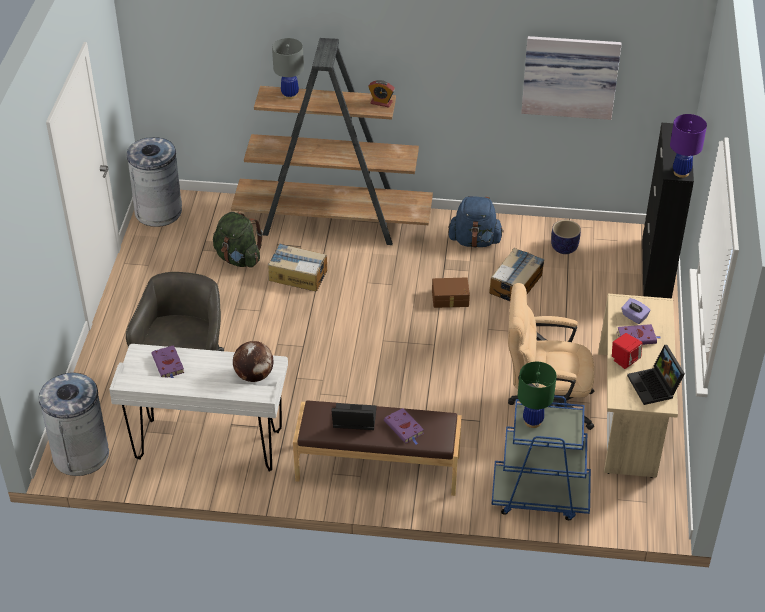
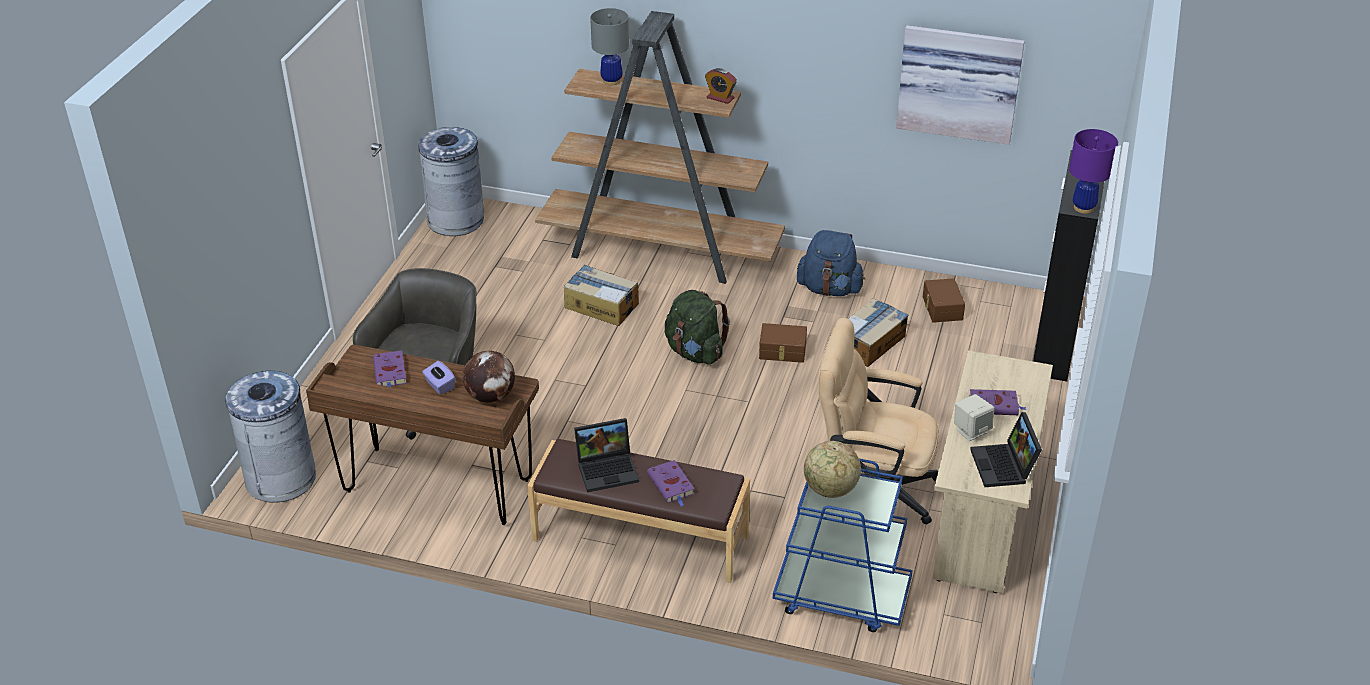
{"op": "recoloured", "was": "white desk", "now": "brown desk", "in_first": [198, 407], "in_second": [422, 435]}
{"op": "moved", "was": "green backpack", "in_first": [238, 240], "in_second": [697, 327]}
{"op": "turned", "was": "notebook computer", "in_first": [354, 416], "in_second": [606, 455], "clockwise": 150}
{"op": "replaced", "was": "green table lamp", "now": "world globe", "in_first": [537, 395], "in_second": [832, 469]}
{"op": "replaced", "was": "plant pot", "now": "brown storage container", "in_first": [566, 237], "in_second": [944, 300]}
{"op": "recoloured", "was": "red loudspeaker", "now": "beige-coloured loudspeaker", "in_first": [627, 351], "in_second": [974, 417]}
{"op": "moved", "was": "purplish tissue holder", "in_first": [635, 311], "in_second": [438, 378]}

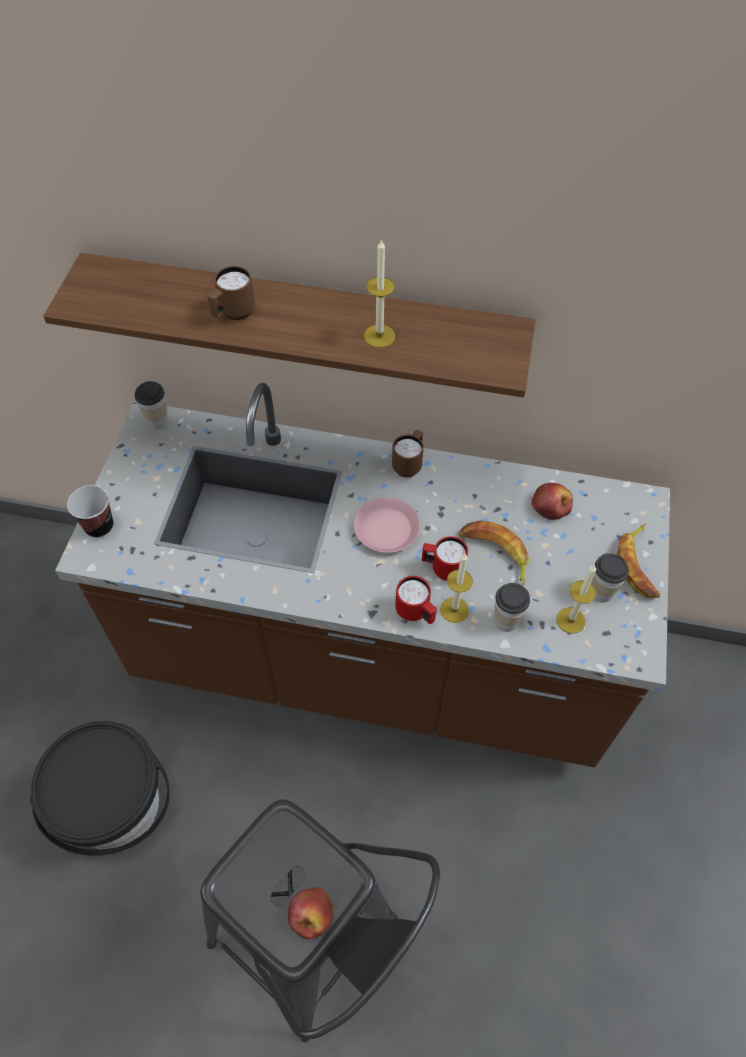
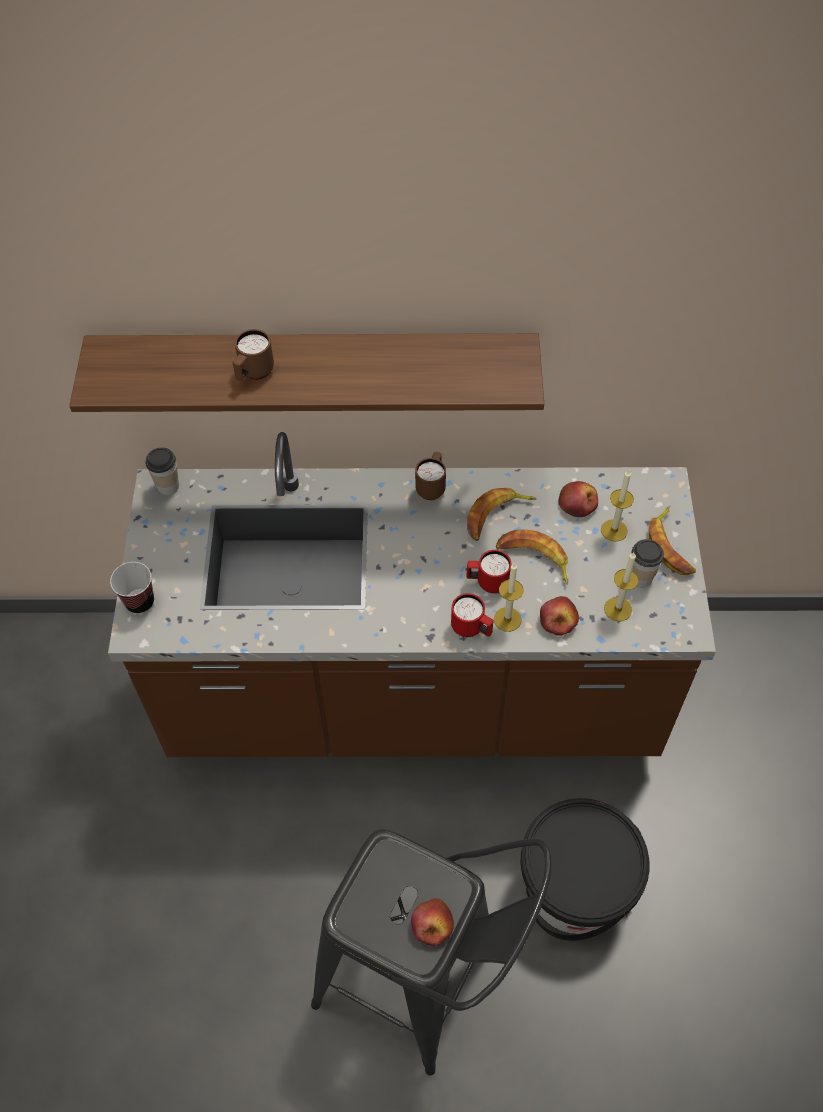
{"op": "moved", "was": "blackish water bucket", "in_first": [100, 788], "in_second": [585, 869]}
{"op": "removed", "was": "pink dinner plate", "in_first": [387, 525]}
{"op": "moved", "was": "wax light", "in_first": [379, 293], "in_second": [617, 506]}
{"op": "replaced", "was": "small cup", "now": "whole apple", "in_first": [512, 607], "in_second": [559, 616]}
{"op": "added", "now": "banana", "in_second": [501, 514]}

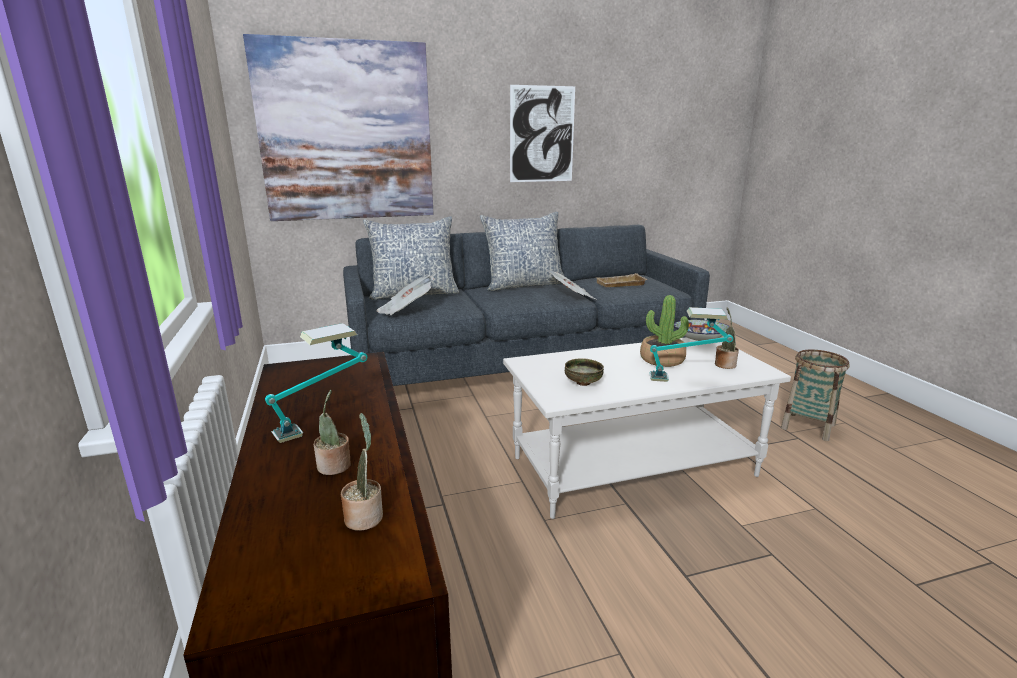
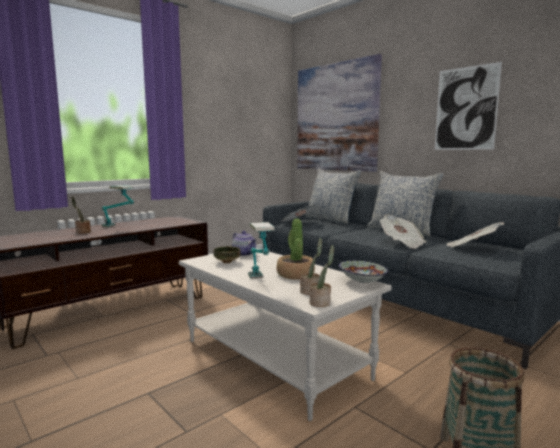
{"op": "moved", "was": "potted plant", "in_first": [362, 471], "in_second": [321, 276]}
{"op": "replaced", "was": "beige-coloured carrying tray", "now": "daily paper", "in_first": [621, 280], "in_second": [475, 235]}
{"op": "added", "now": "teapot", "in_second": [244, 243]}

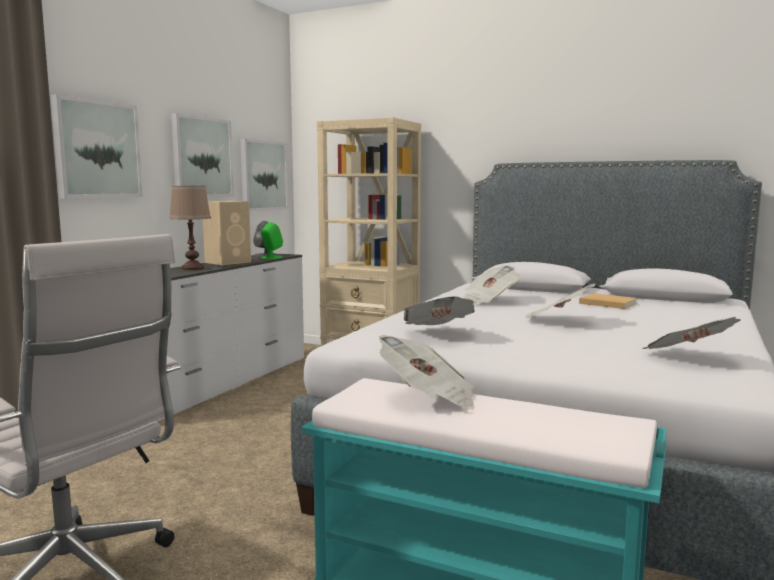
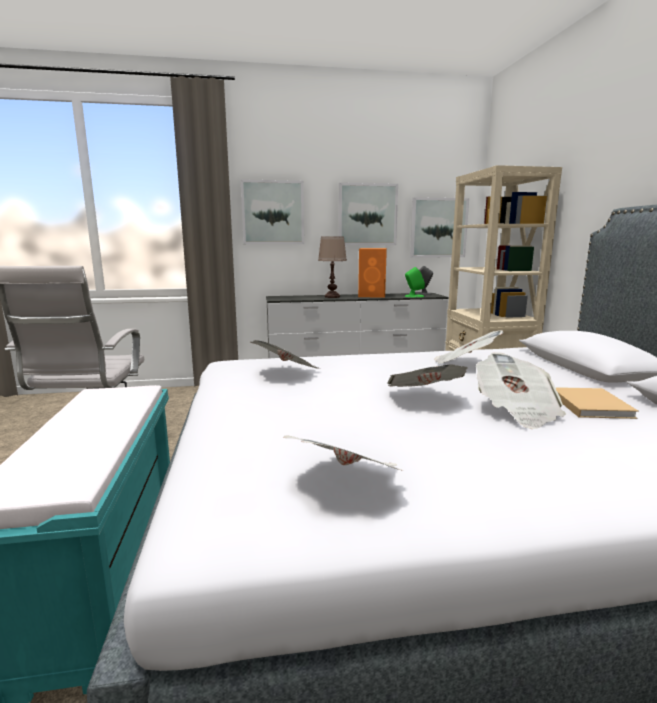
{"op": "recoloured", "was": "beige-coloured loudspeaker", "now": "orangey loudspeaker", "in_first": [227, 233], "in_second": [372, 273]}
{"op": "moved", "was": "daily paper", "in_first": [426, 372], "in_second": [521, 390]}

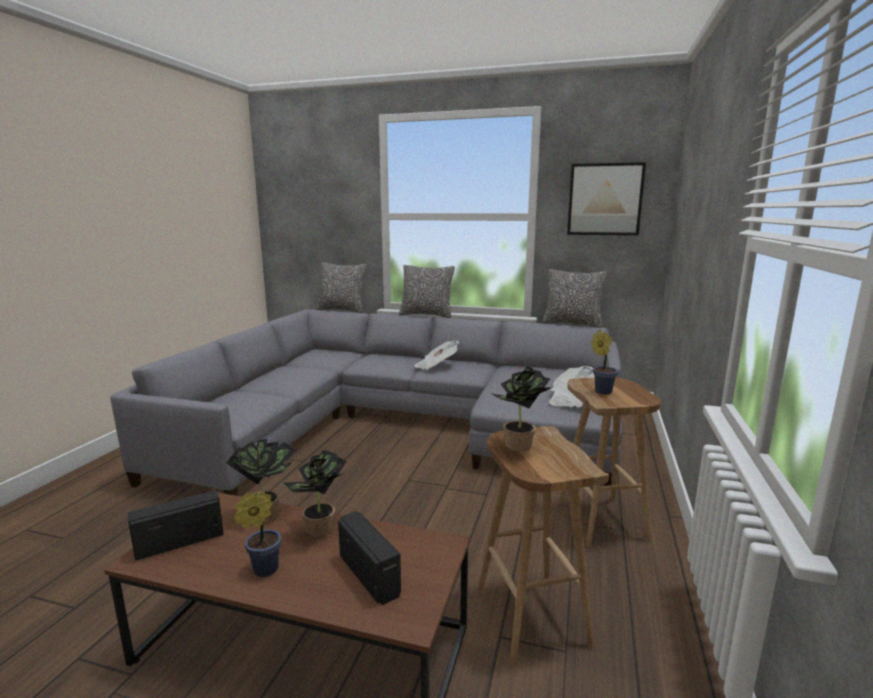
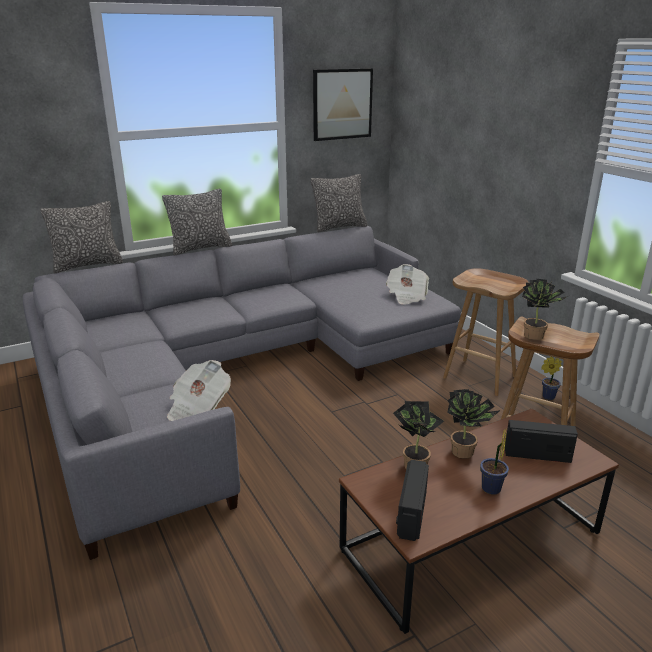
{"op": "moved", "was": "daily paper", "in_first": [437, 355], "in_second": [199, 390]}
{"op": "moved", "was": "potted plant", "in_first": [604, 362], "in_second": [551, 378]}

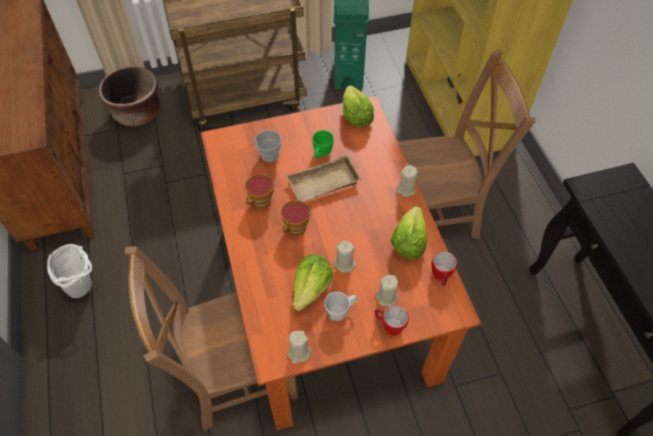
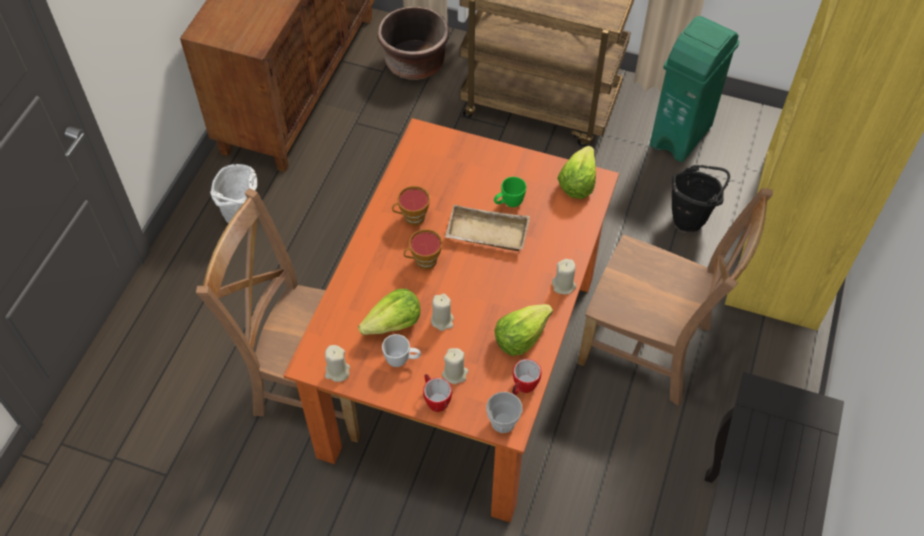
{"op": "moved", "was": "small cup", "in_first": [268, 146], "in_second": [504, 412]}
{"op": "added", "now": "blackish water bucket", "in_second": [701, 198]}

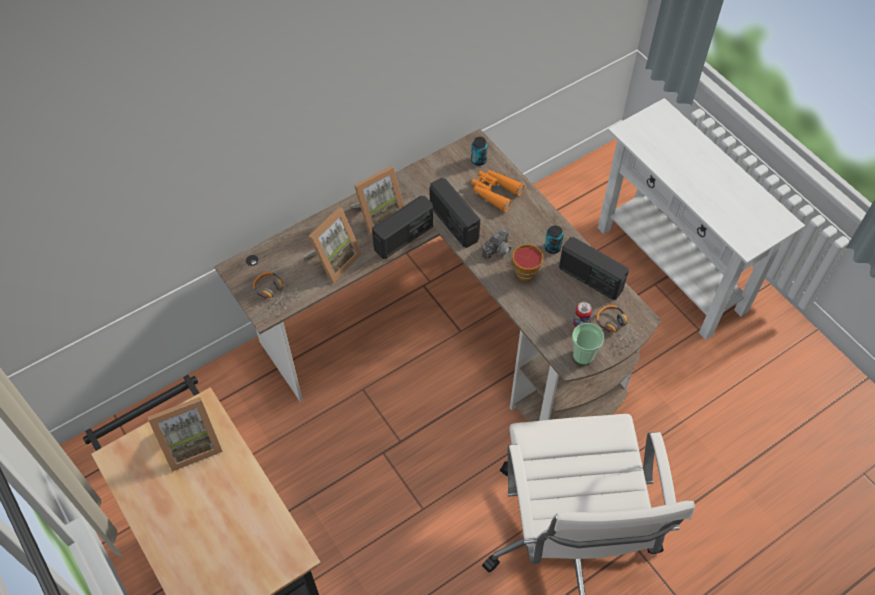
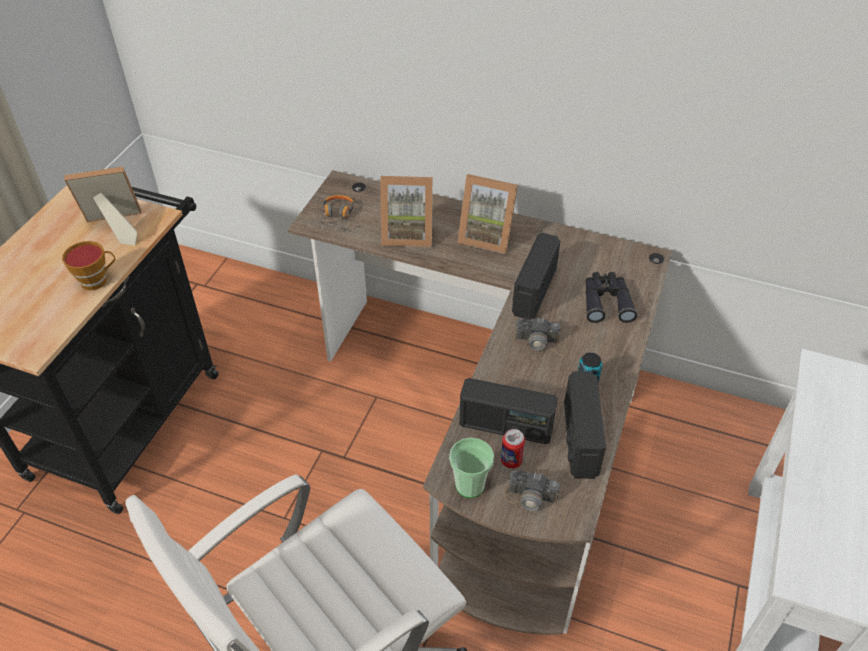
{"op": "turned", "was": "standing frame", "in_first": [185, 434], "in_second": [103, 205], "clockwise": 135}
{"op": "moved", "was": "radio set", "in_first": [402, 227], "in_second": [508, 411]}
{"op": "removed", "was": "metal can", "in_first": [479, 152]}
{"op": "recoloured", "was": "orangey field glasses", "now": "blackish field glasses", "in_first": [498, 191], "in_second": [611, 297]}
{"op": "moved", "was": "small cup", "in_first": [528, 263], "in_second": [88, 266]}
{"op": "replaced", "was": "headset", "now": "photo camera", "in_first": [620, 328], "in_second": [535, 495]}

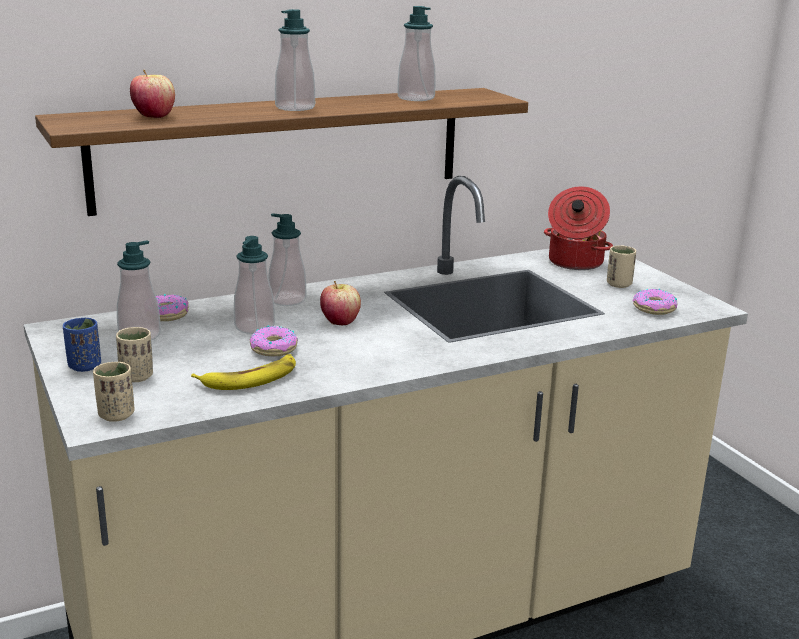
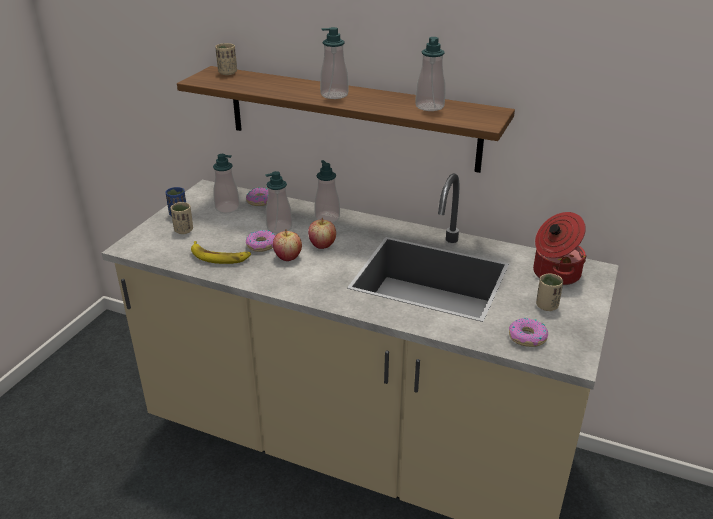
{"op": "moved", "was": "beige-coloured small cup", "in_first": [114, 392], "in_second": [226, 59]}
{"op": "moved", "was": "whole apple", "in_first": [152, 94], "in_second": [287, 245]}

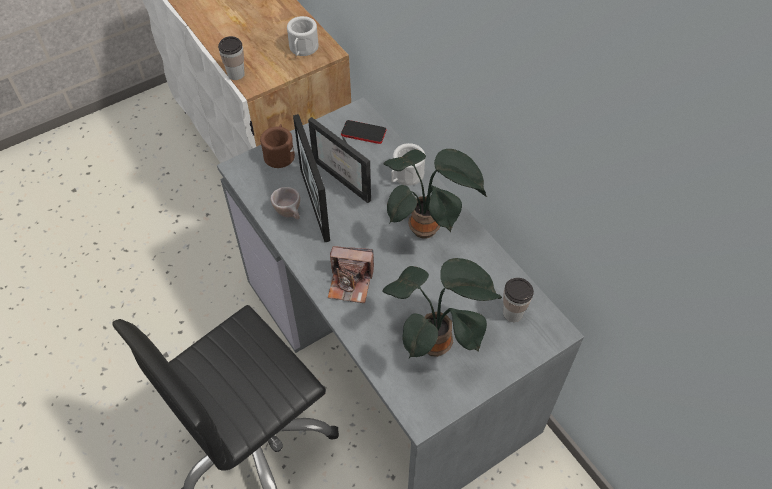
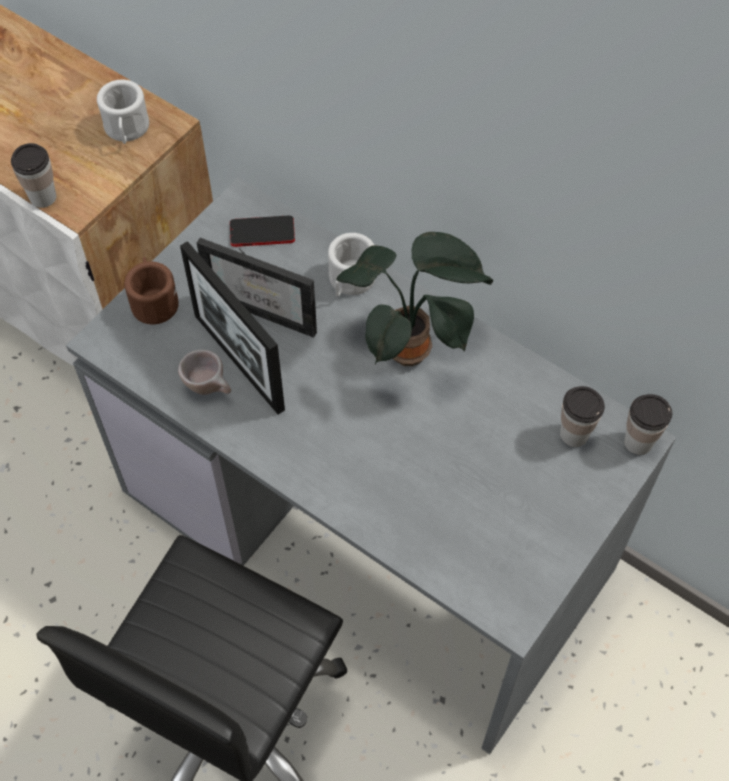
{"op": "removed", "was": "photo camera", "in_first": [351, 274]}
{"op": "removed", "was": "potted plant", "in_first": [442, 308]}
{"op": "added", "now": "small cup", "in_second": [648, 424]}

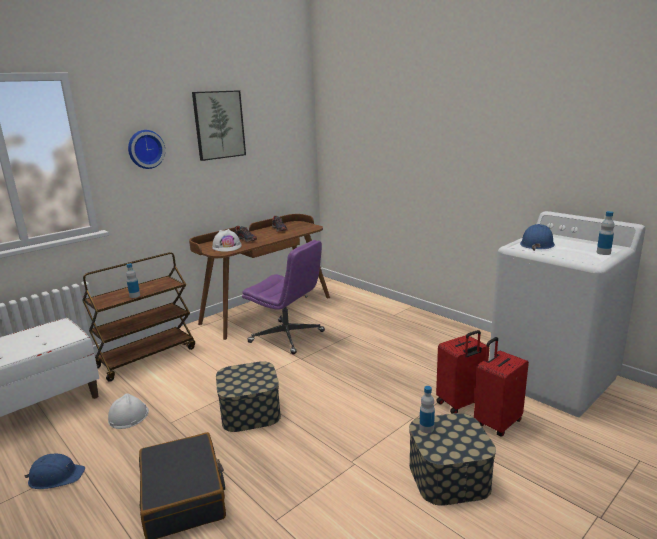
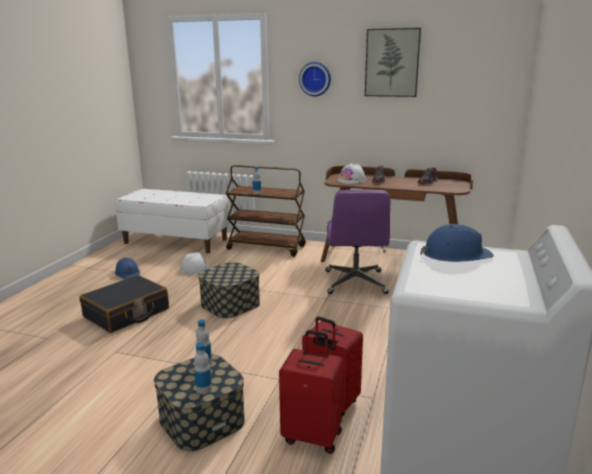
{"op": "moved", "was": "beverage bottle", "in_first": [605, 233], "in_second": [203, 368]}

